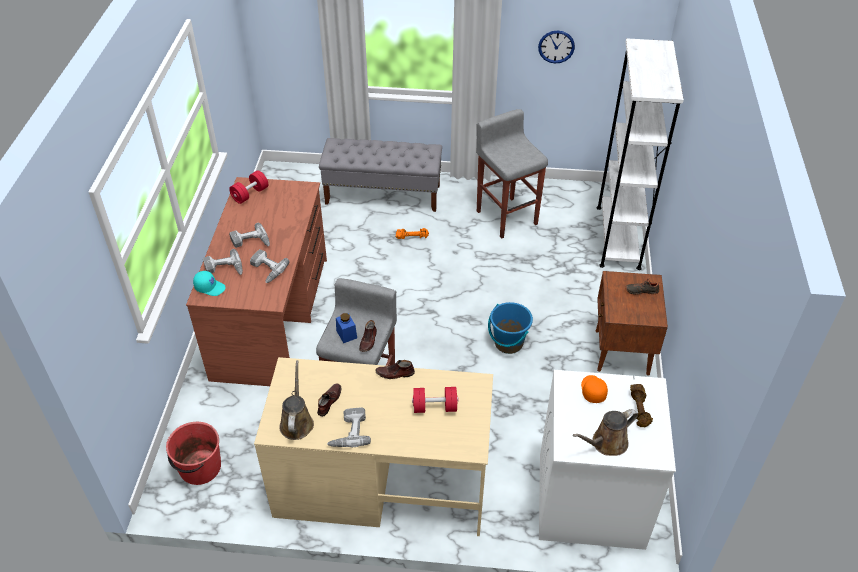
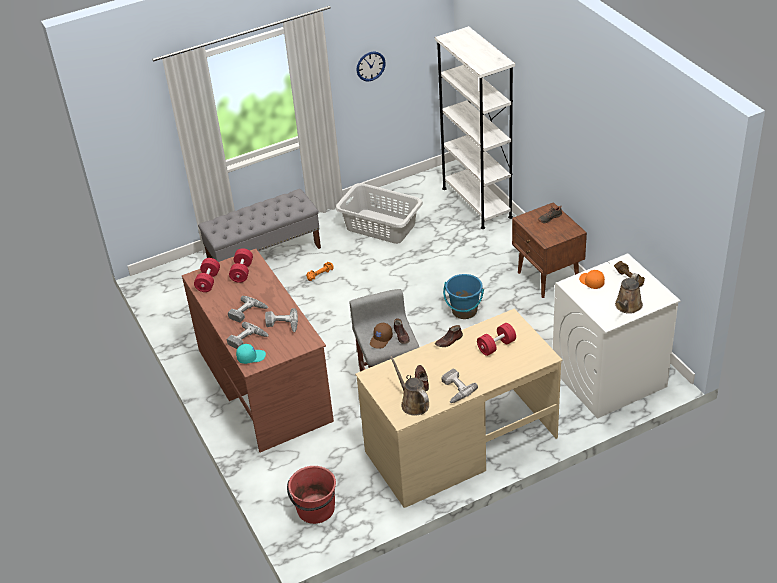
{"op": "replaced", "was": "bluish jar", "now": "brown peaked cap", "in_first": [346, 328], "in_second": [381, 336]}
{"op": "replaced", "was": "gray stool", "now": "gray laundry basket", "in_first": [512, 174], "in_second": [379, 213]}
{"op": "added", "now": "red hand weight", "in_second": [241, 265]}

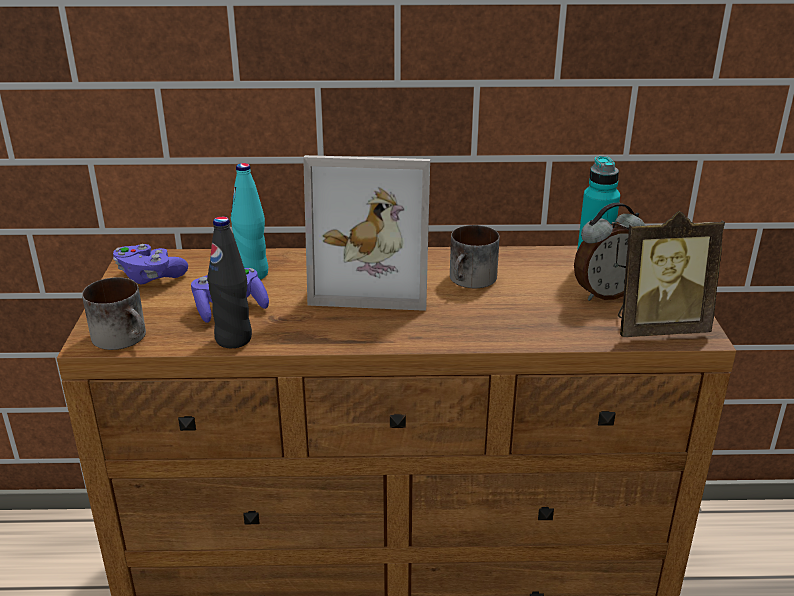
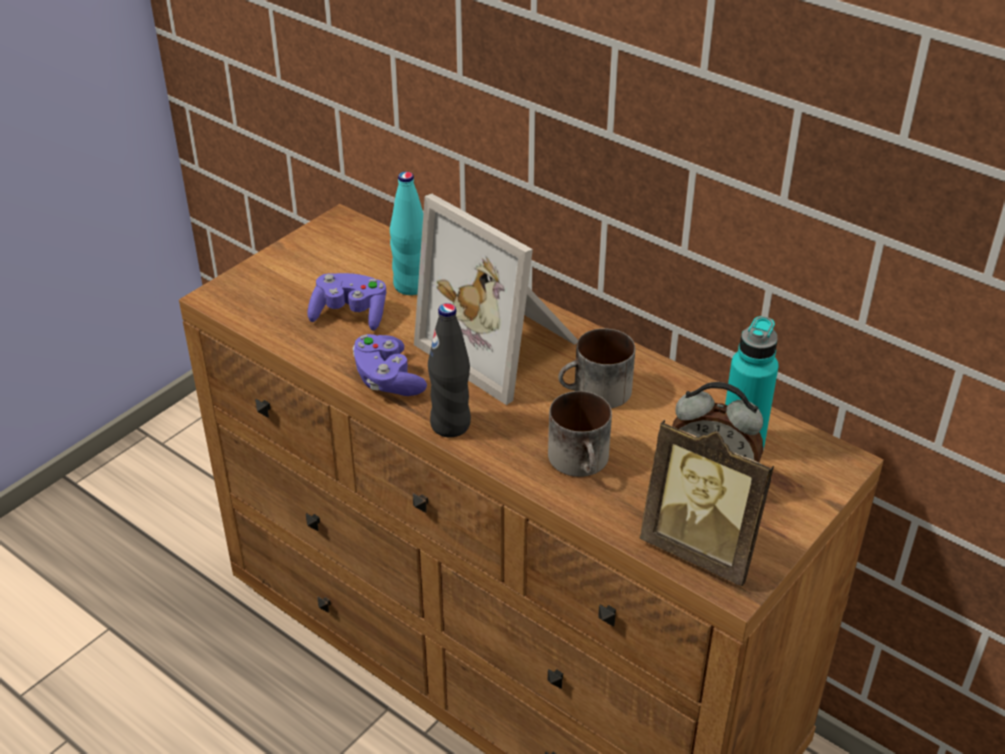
{"op": "moved", "was": "coffee mug", "in_first": [114, 313], "in_second": [580, 434]}
{"op": "moved", "was": "purplish joypad", "in_first": [150, 264], "in_second": [390, 365]}
{"op": "moved", "was": "blackish beverage bottle", "in_first": [229, 282], "in_second": [449, 370]}

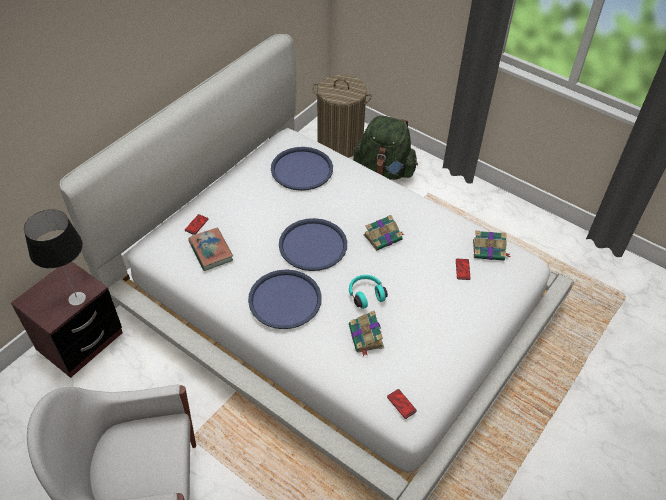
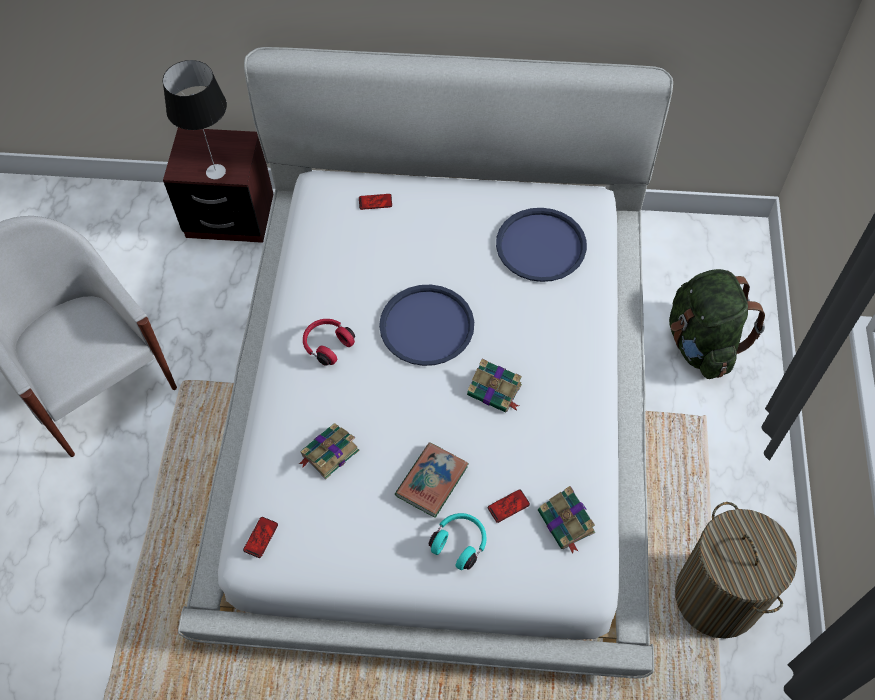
{"op": "moved", "was": "bound book", "in_first": [210, 249], "in_second": [432, 480]}
{"op": "replaced", "was": "bluish carrying tray", "now": "red headset", "in_first": [285, 299], "in_second": [329, 342]}
{"op": "moved", "was": "laundry basket", "in_first": [342, 116], "in_second": [736, 570]}
{"op": "moved", "was": "turquoise headset", "in_first": [368, 292], "in_second": [458, 541]}

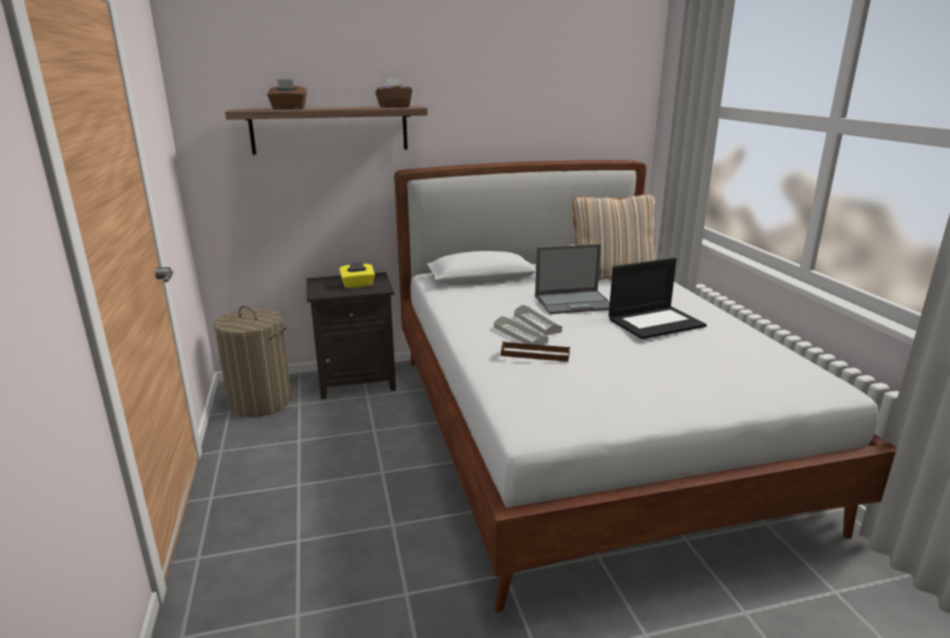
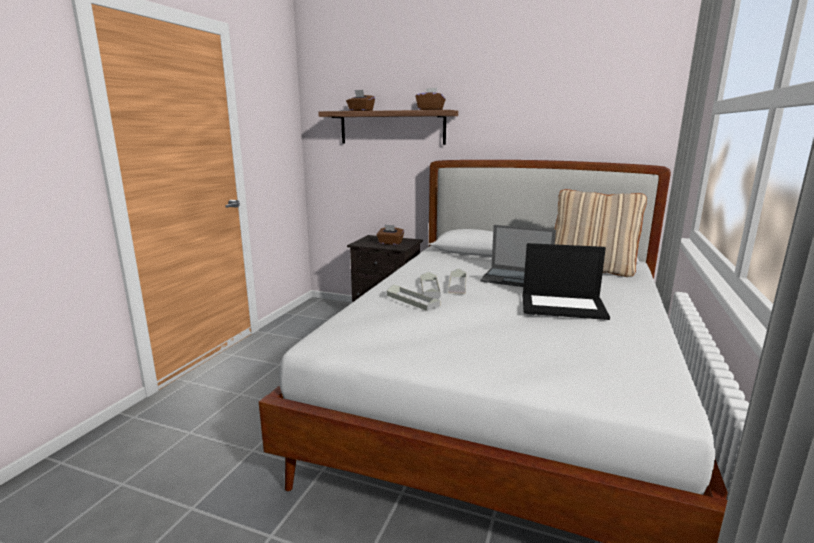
{"op": "removed", "was": "laundry basket", "in_first": [253, 361]}
{"op": "recoloured", "was": "yellow-coloured tissue holder", "now": "brown tissue holder", "in_first": [357, 274], "in_second": [390, 234]}
{"op": "recoloured", "was": "brown carrying tray", "now": "gray carrying tray", "in_first": [535, 351], "in_second": [414, 297]}

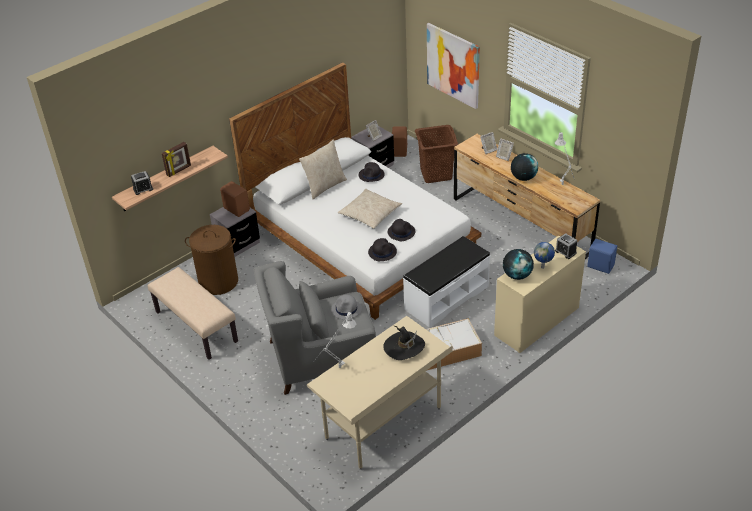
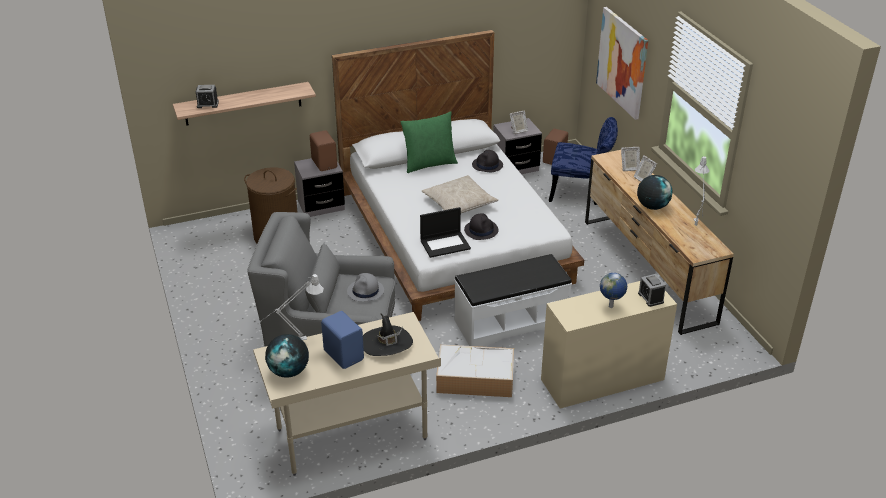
{"op": "removed", "was": "beige-coloured indoor bench", "in_first": [193, 313]}
{"op": "removed", "was": "standing frame", "in_first": [176, 159]}
{"op": "recoloured", "was": "beige-coloured throw pillow", "now": "green throw pillow", "in_first": [323, 169], "in_second": [429, 142]}
{"op": "replaced", "was": "blackish hat", "now": "notebook computer", "in_first": [382, 249], "in_second": [445, 232]}
{"op": "replaced", "was": "brown laundry basket", "now": "bluish chair", "in_first": [436, 154], "in_second": [583, 161]}
{"op": "moved", "was": "world globe", "in_first": [518, 264], "in_second": [287, 356]}
{"op": "moved", "was": "bluish loudspeaker", "in_first": [602, 256], "in_second": [342, 340]}

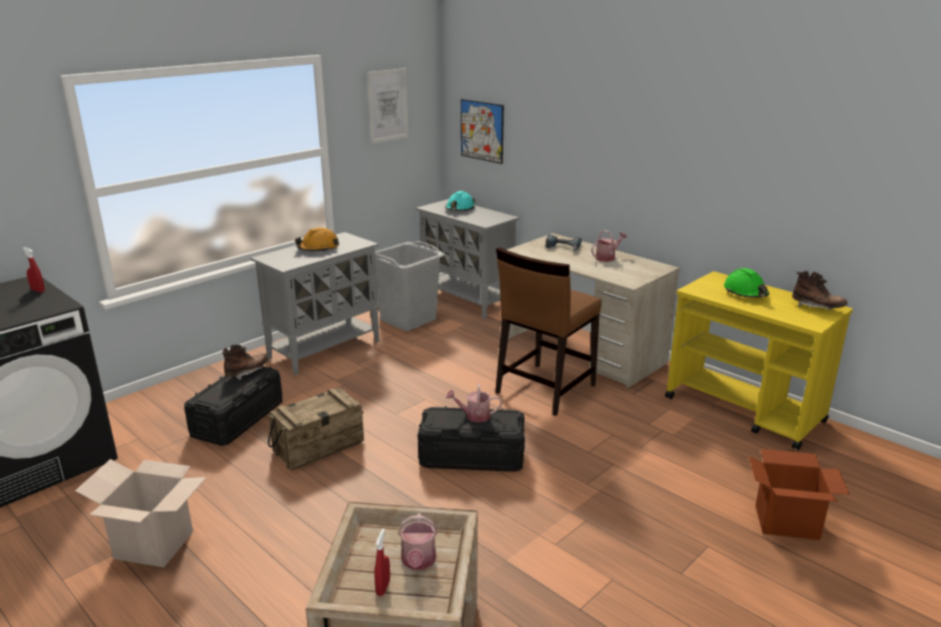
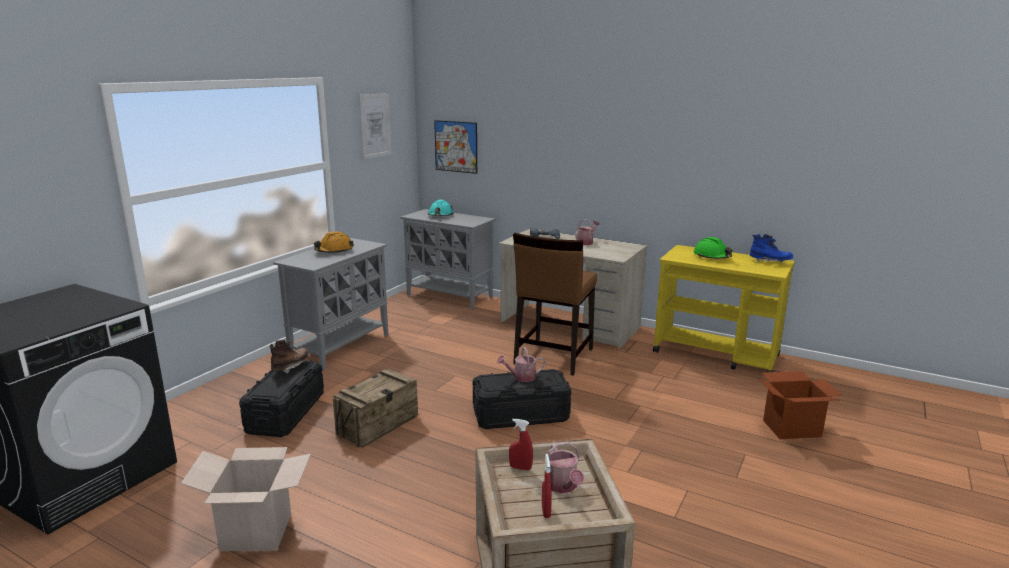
{"op": "moved", "was": "red hand sprayer", "in_first": [33, 269], "in_second": [521, 444]}
{"op": "removed", "was": "gray laundry basket", "in_first": [410, 286]}
{"op": "recoloured", "was": "brown tall boot", "now": "bluish tall boot", "in_first": [820, 290], "in_second": [771, 248]}

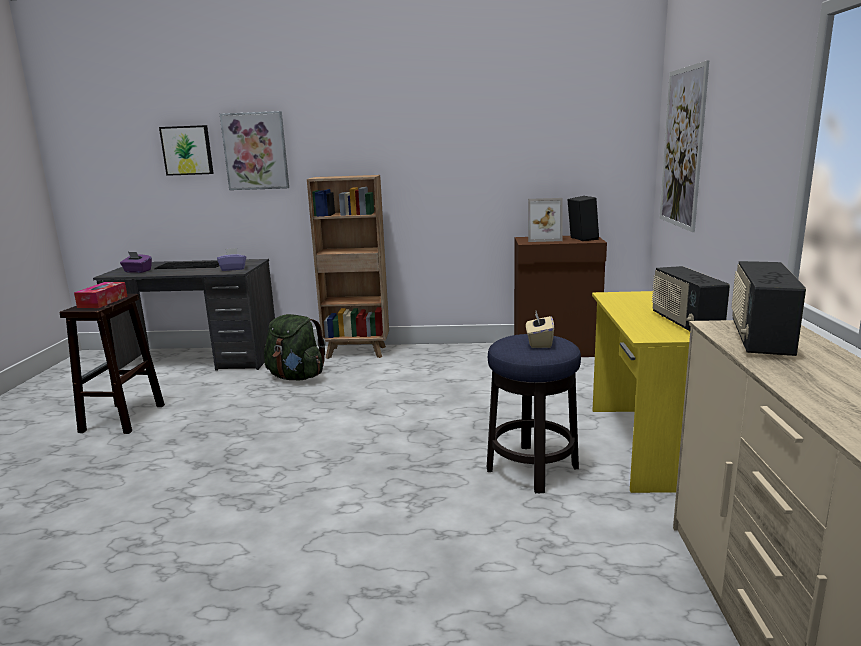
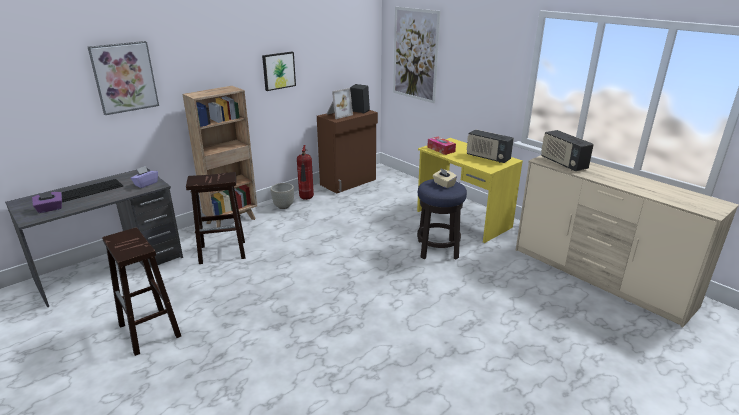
{"op": "moved", "was": "tissue holder", "in_first": [101, 295], "in_second": [441, 146]}
{"op": "moved", "was": "wall picture", "in_first": [186, 150], "in_second": [279, 71]}
{"op": "replaced", "was": "green backpack", "now": "brown stool", "in_first": [295, 347], "in_second": [215, 218]}
{"op": "added", "now": "gray plant pot", "in_second": [282, 196]}
{"op": "added", "now": "fire extinguisher", "in_second": [305, 172]}

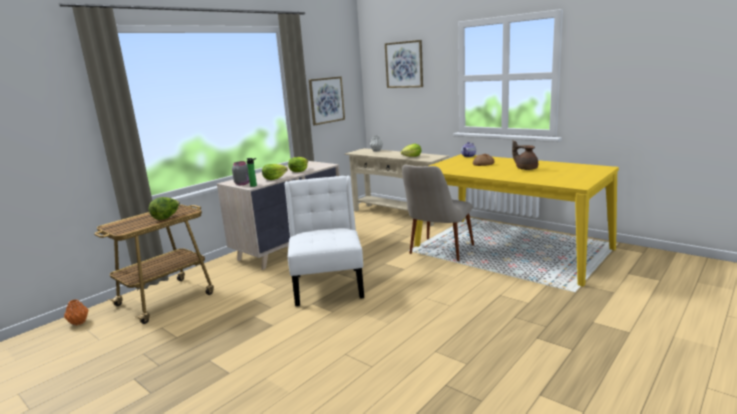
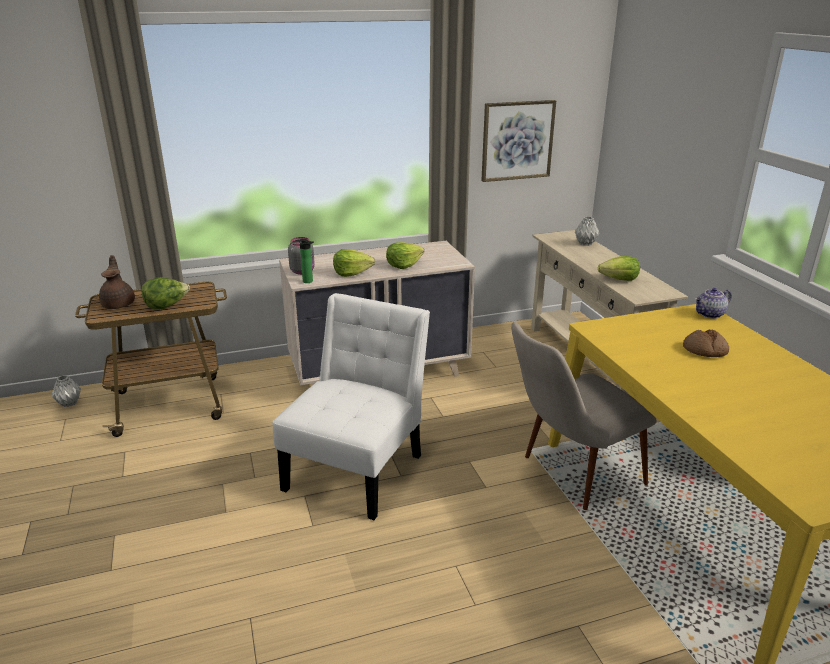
{"op": "recoloured", "was": "orangey flower vase", "now": "gray flower vase", "in_first": [76, 312], "in_second": [66, 391]}
{"op": "removed", "was": "wall picture", "in_first": [404, 64]}
{"op": "moved", "was": "brown teapot", "in_first": [525, 155], "in_second": [117, 282]}

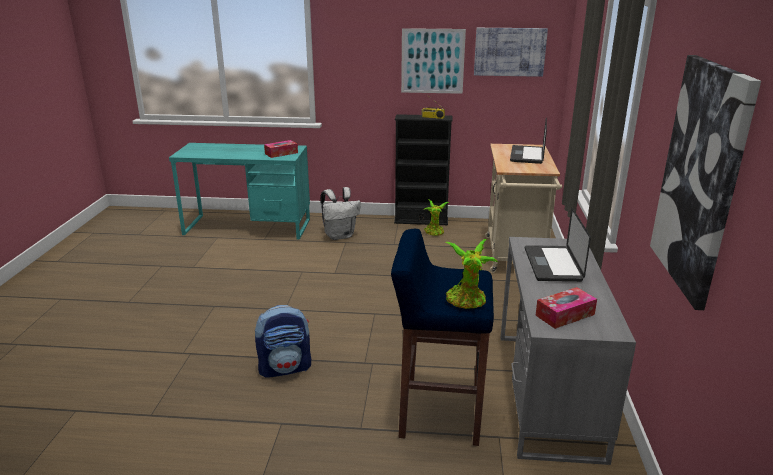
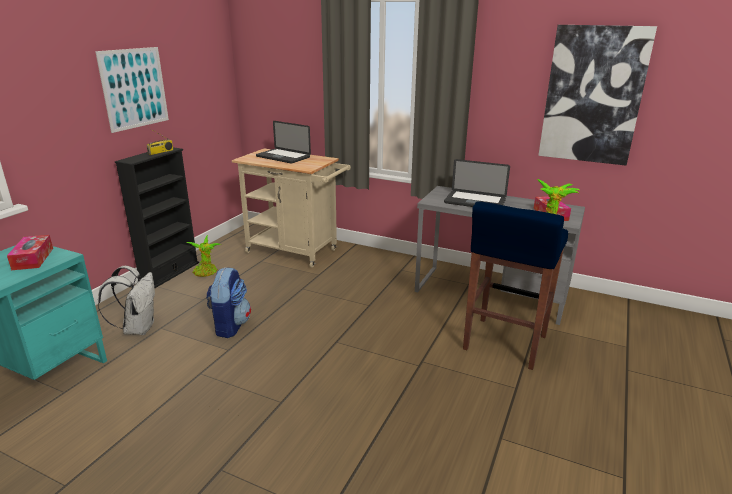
{"op": "moved", "was": "backpack", "in_first": [283, 341], "in_second": [228, 302]}
{"op": "removed", "was": "wall picture", "in_first": [511, 52]}

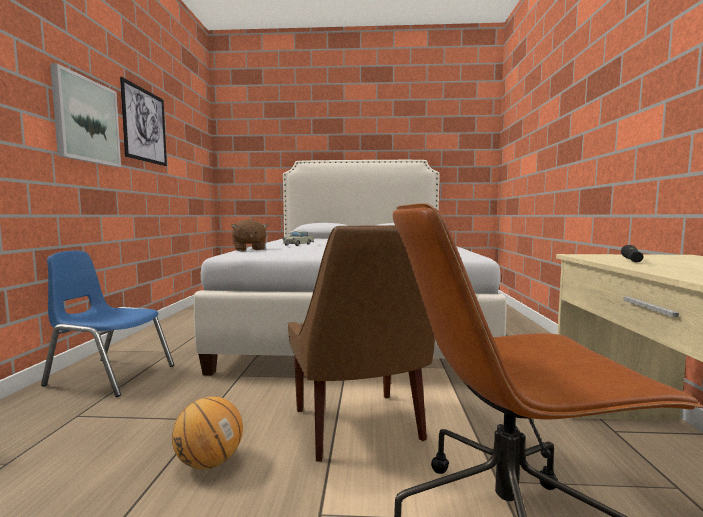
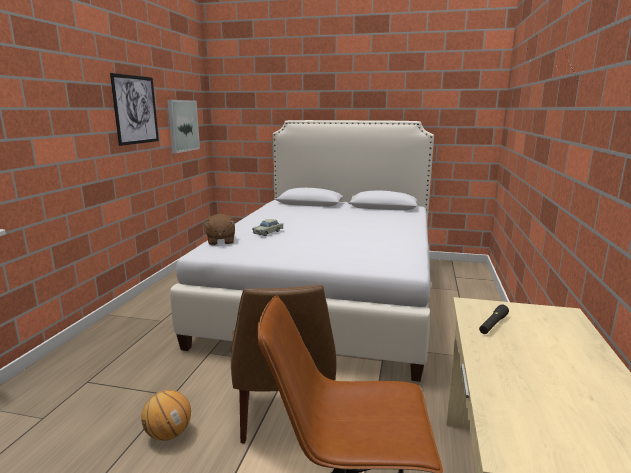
{"op": "removed", "was": "bluish chair", "in_first": [107, 324]}
{"op": "moved", "was": "wall picture", "in_first": [85, 115], "in_second": [183, 126]}

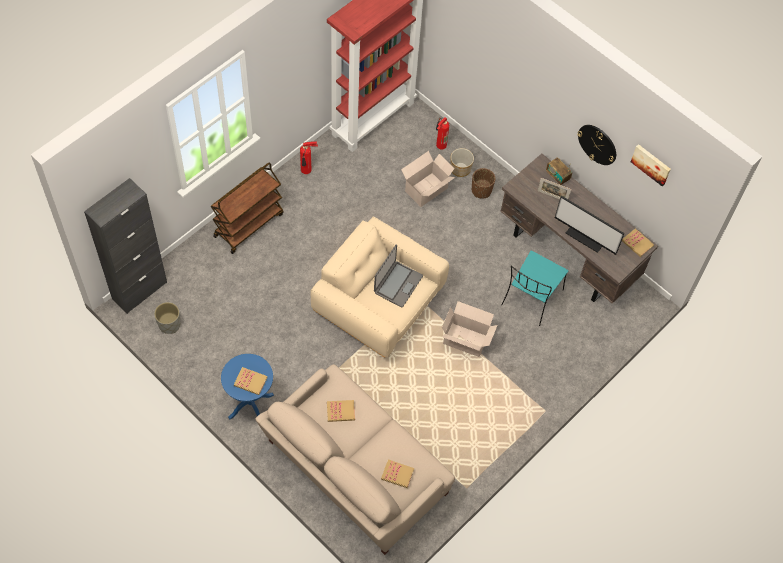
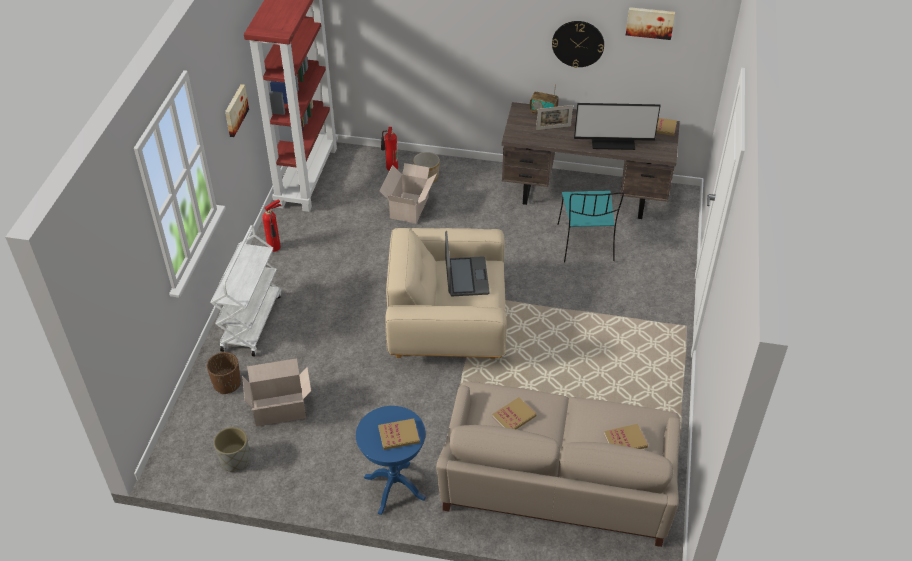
{"op": "removed", "was": "blackish cupboard", "in_first": [125, 246]}
{"op": "recoloured", "was": "brown cart", "now": "white cart", "in_first": [247, 208], "in_second": [245, 291]}
{"op": "moved", "was": "carton", "in_first": [469, 329], "in_second": [276, 392]}
{"op": "moved", "was": "brown plant pot", "in_first": [483, 183], "in_second": [224, 373]}
{"op": "added", "now": "wall picture", "in_second": [237, 110]}

